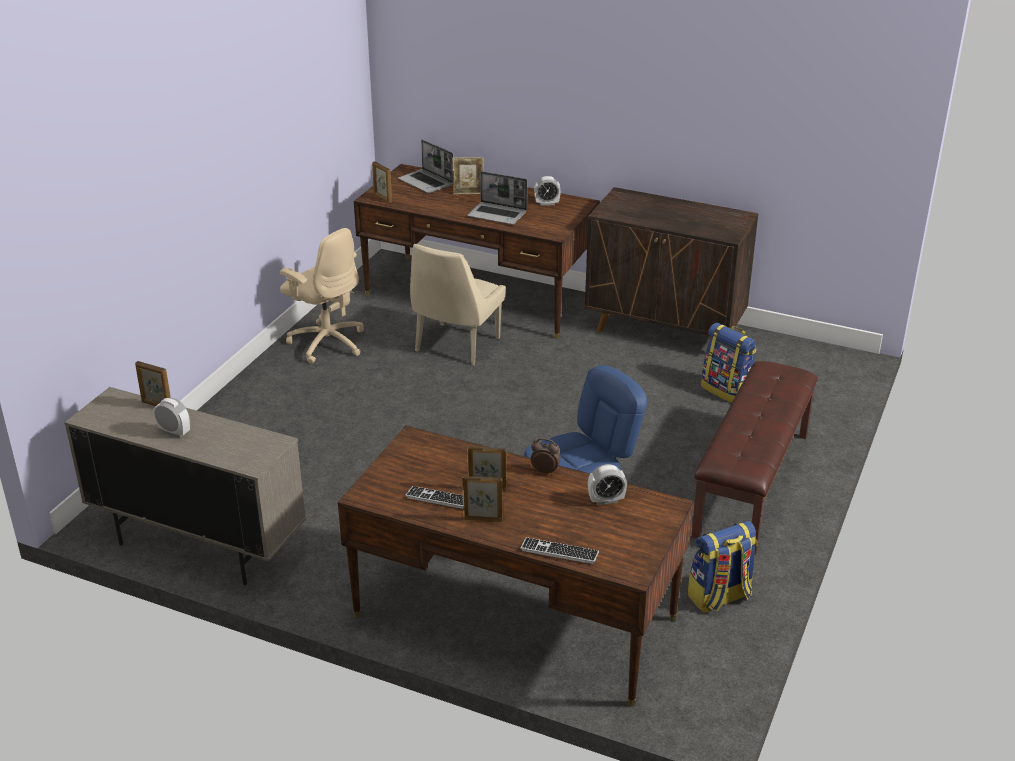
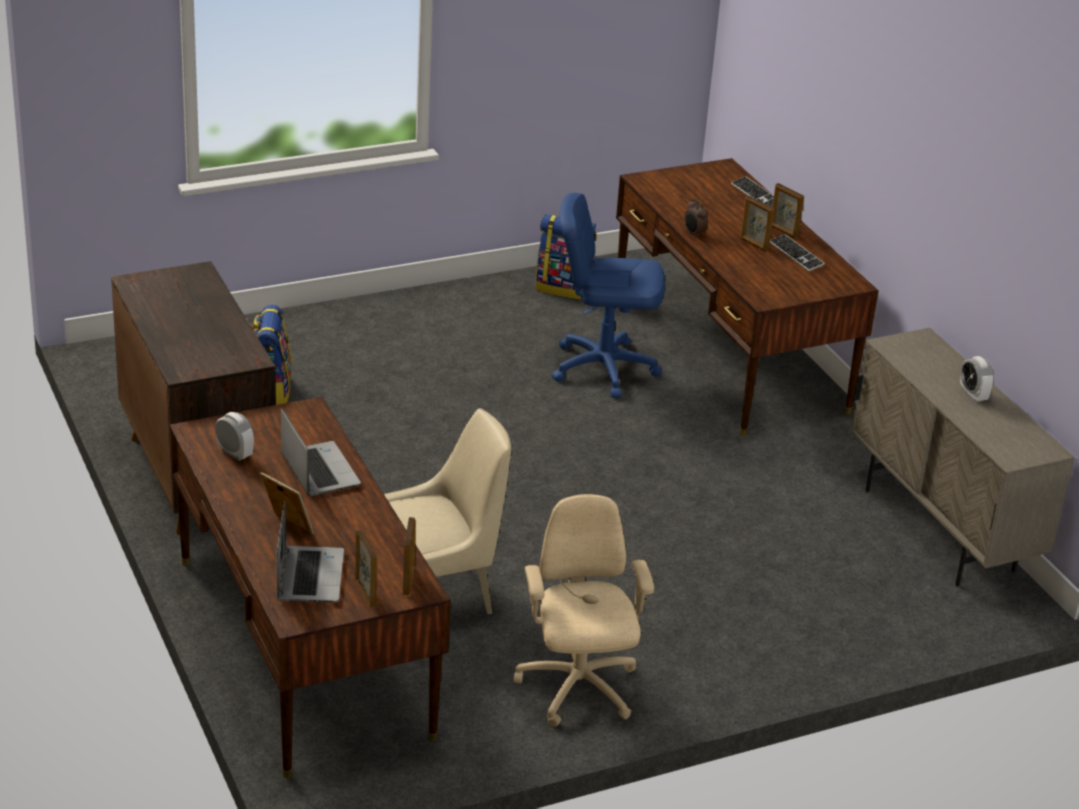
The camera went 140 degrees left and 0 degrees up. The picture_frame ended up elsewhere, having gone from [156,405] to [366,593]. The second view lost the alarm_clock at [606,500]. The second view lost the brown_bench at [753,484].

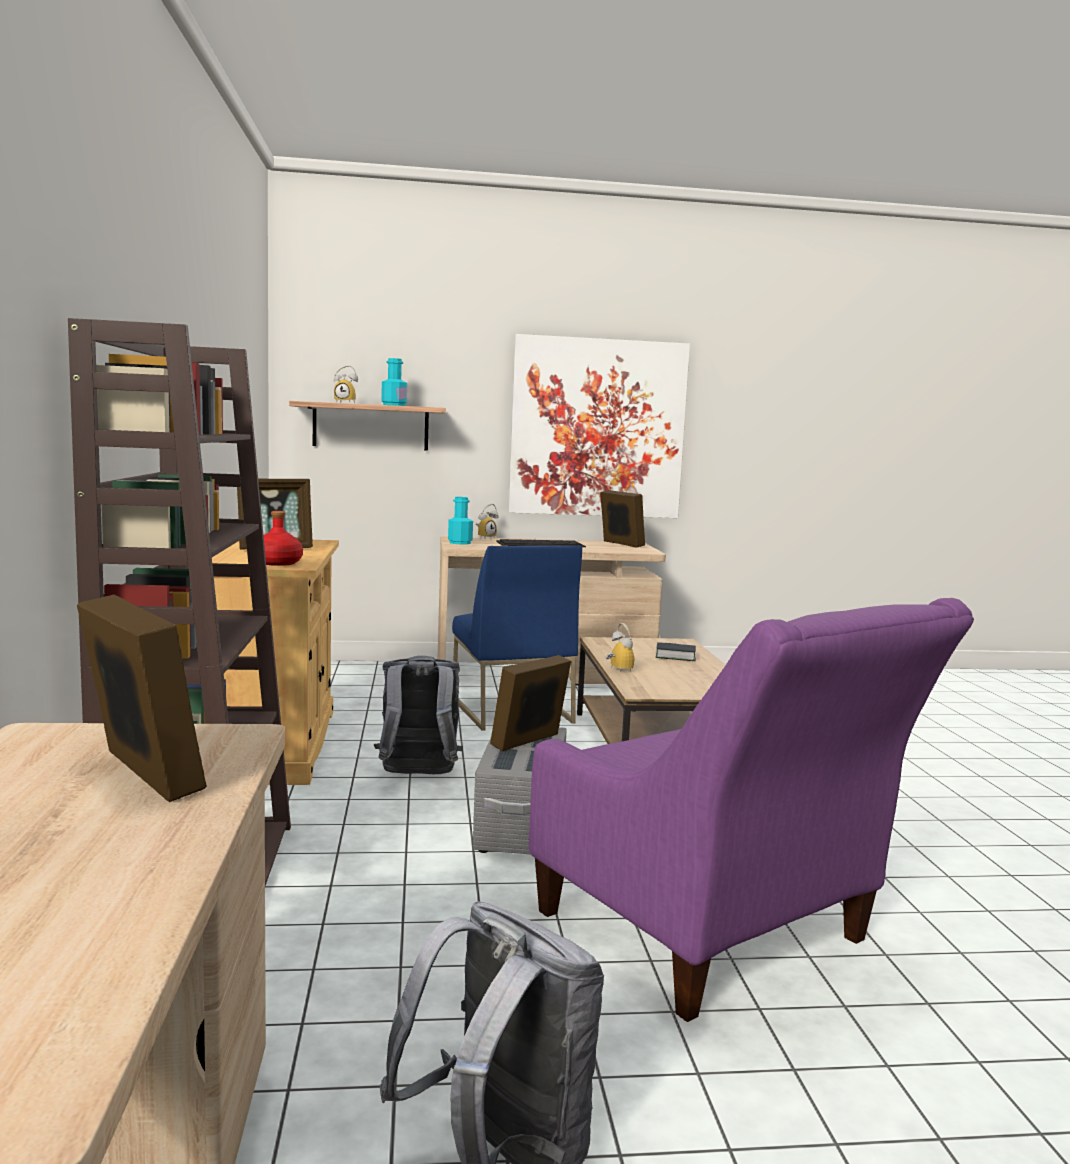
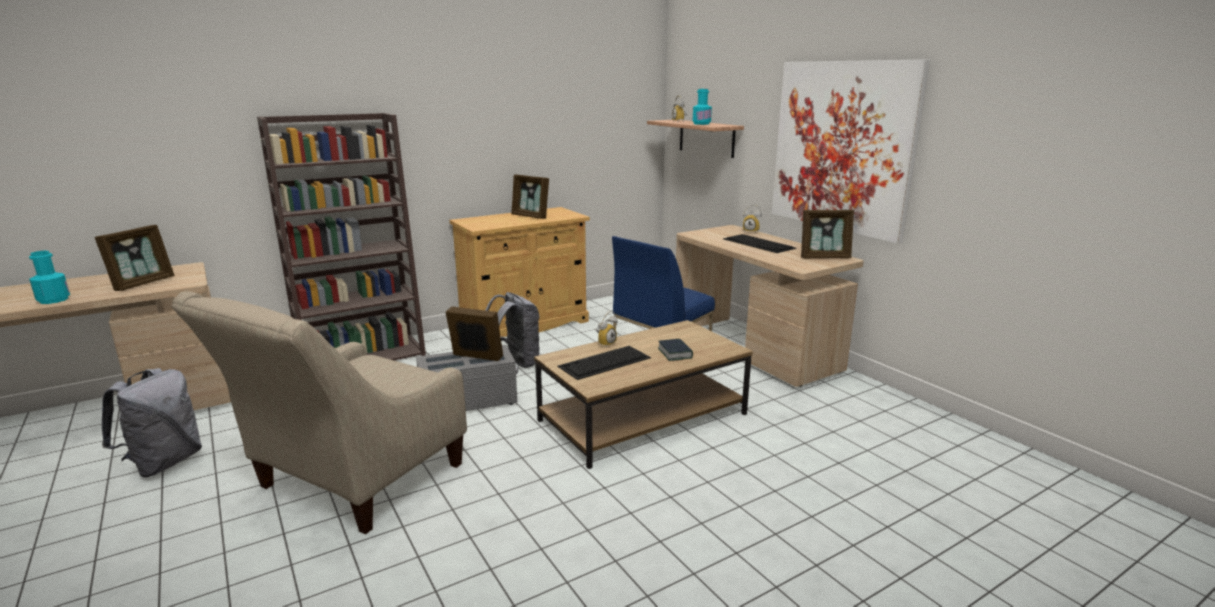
The camera went 65 degrees right and 10 degrees up. The turquoise_bottle ended up elsewhere, having gone from [460,543] to [53,300]. What was the purple_armchair at [717,938] turned into the beige_armchair at [351,483]. The second view gained the keyboard at [604,362]. The picture_frame at [620,544] ended up facing another way, 60 degrees clockwise from before. The second view lost the red_bottle at [277,563].

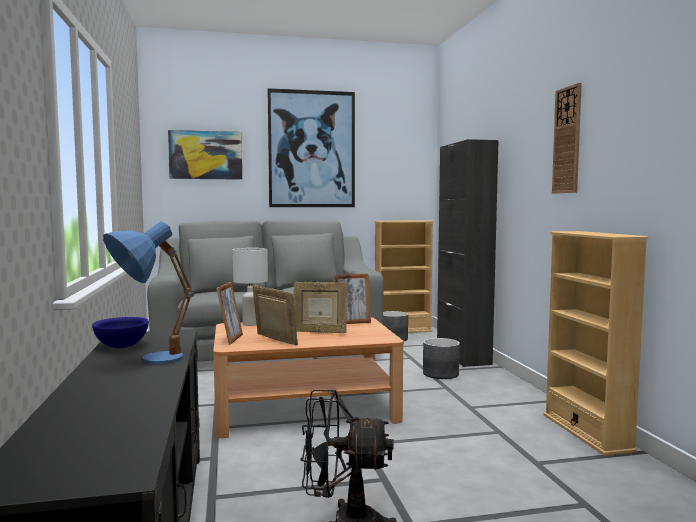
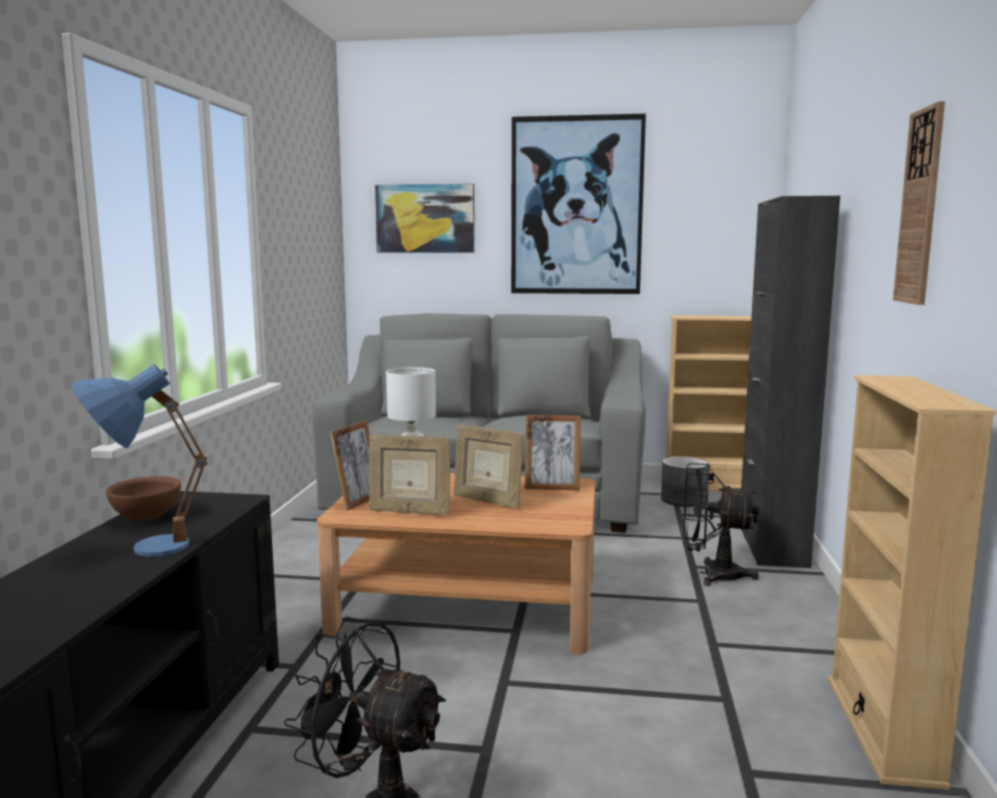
The camera went 20 degrees right and 5 degrees up. What was the blue_bowl at [122,346] turned into the brown_bowl at [147,517]. The picture_frame at [275,341] ended up facing another way, 135 degrees clockwise from before. Where the grey_planter stood at [441,374], the black_fan came to stand at [711,574].

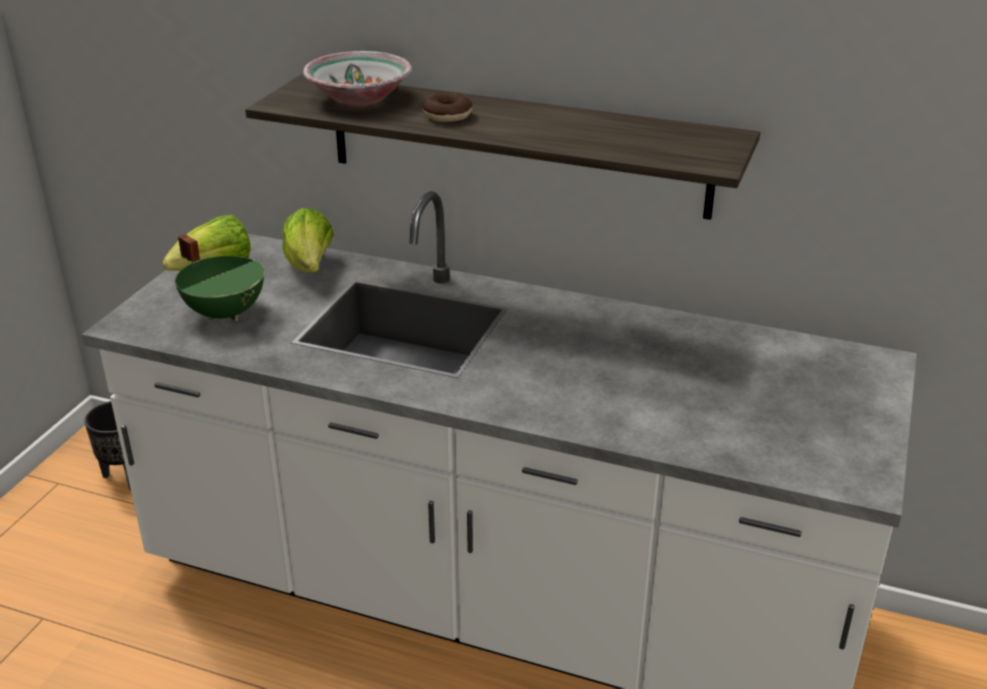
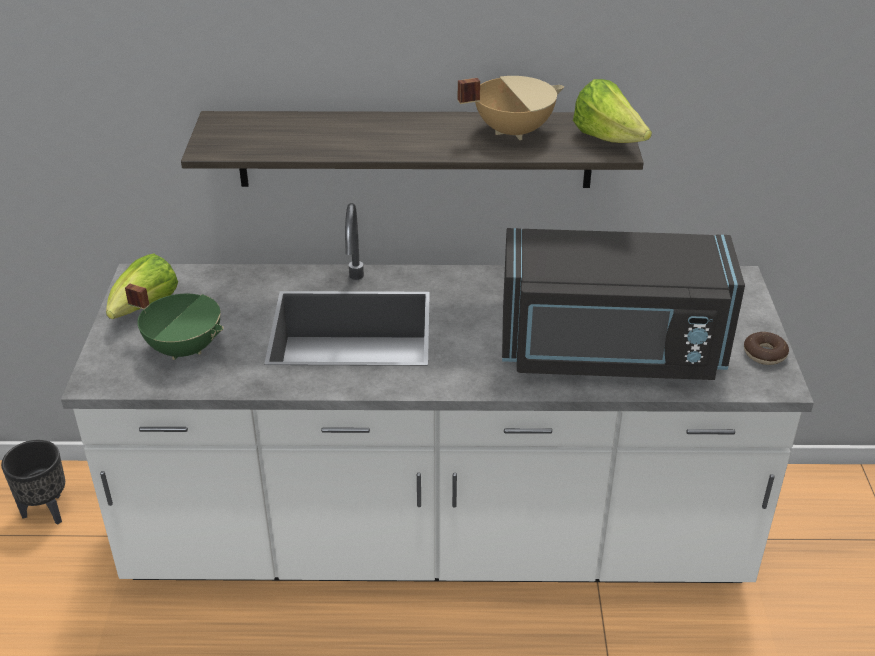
The camera went 20 degrees left and 5 degrees up. The second view gained the beige_cooking_pot at [512,131]. The second view gained the black_microwave at [611,352]. The lettuce ended up elsewhere, having gone from [310,267] to [608,139]. The donut ended up elsewhere, having gone from [447,115] to [764,354]. The second view lost the bowl at [359,98].

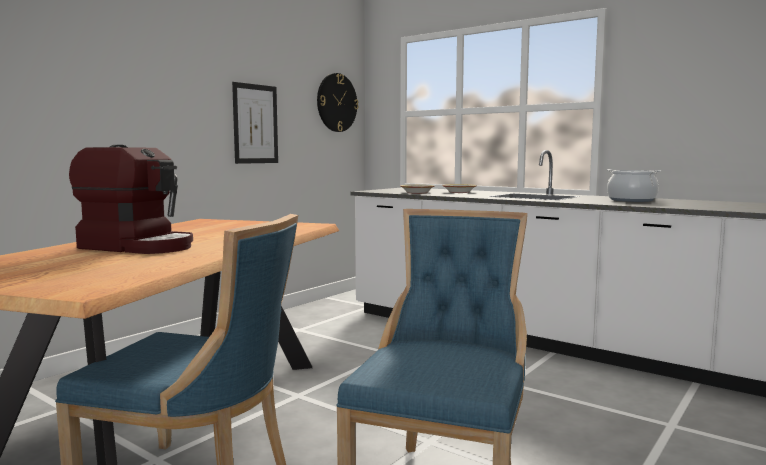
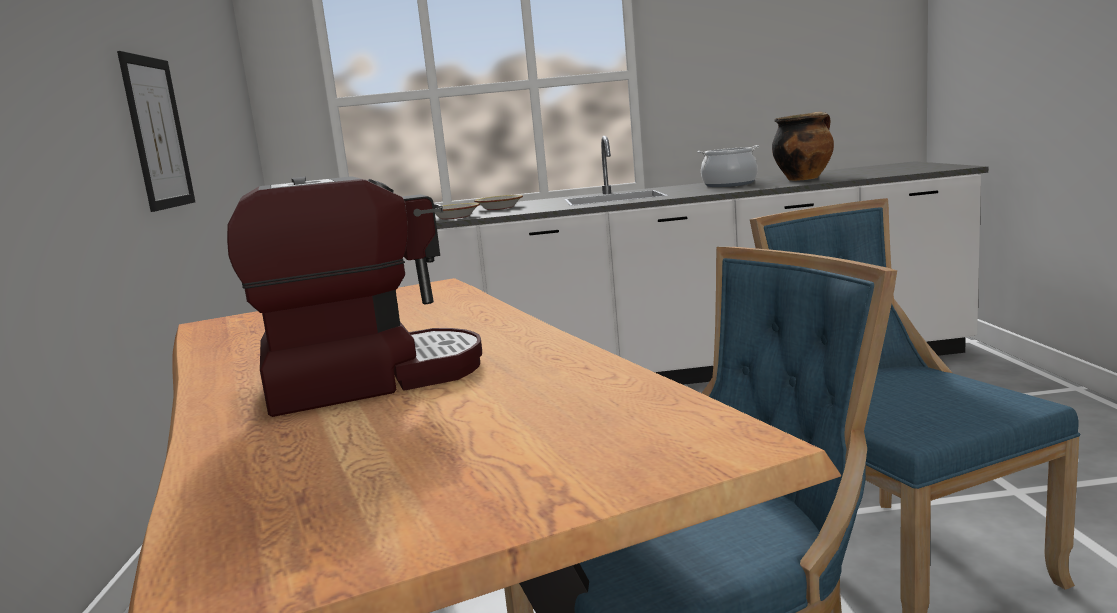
The camera went 40 degrees left and 5 degrees up. The second view gained the cooking_pot at [803,178]. The second view lost the wall_clock at [336,102].

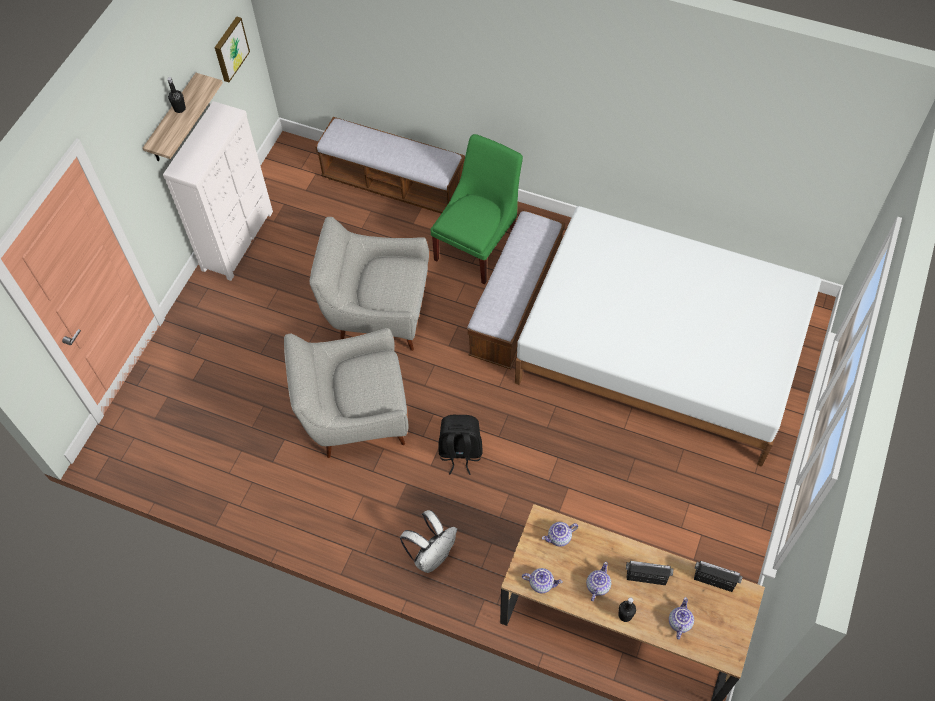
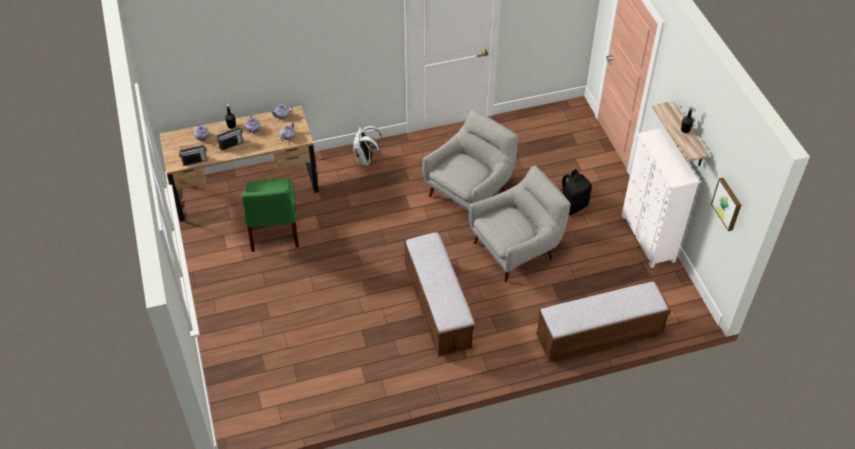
The camera went 140 degrees right and 10 degrees down. The green_chair ended up elsewhere, having gone from [479,245] to [273,232]. The black_backpack ended up elsewhere, having gone from [460,453] to [572,205]. The second view lost the white_bed at [660,352].

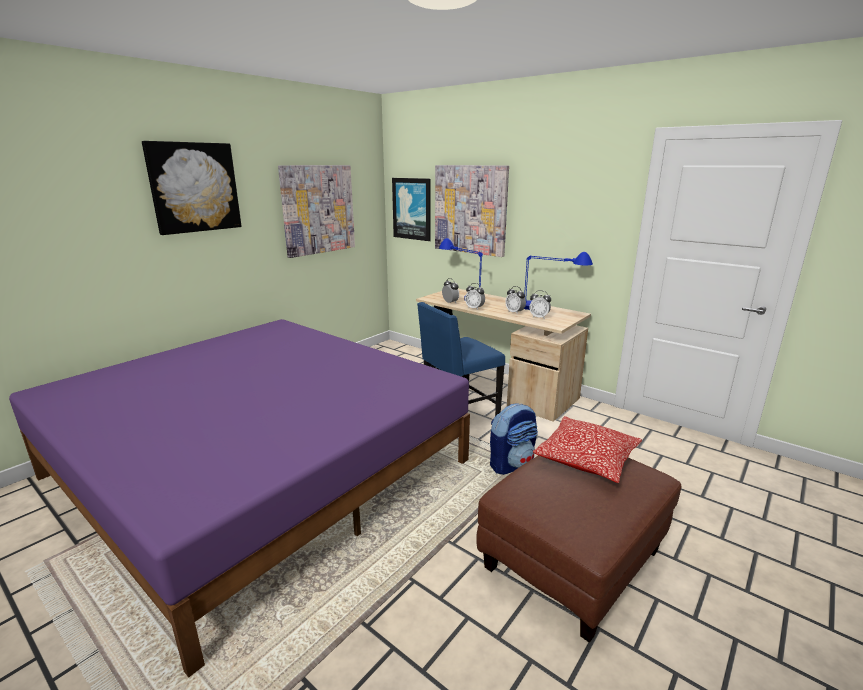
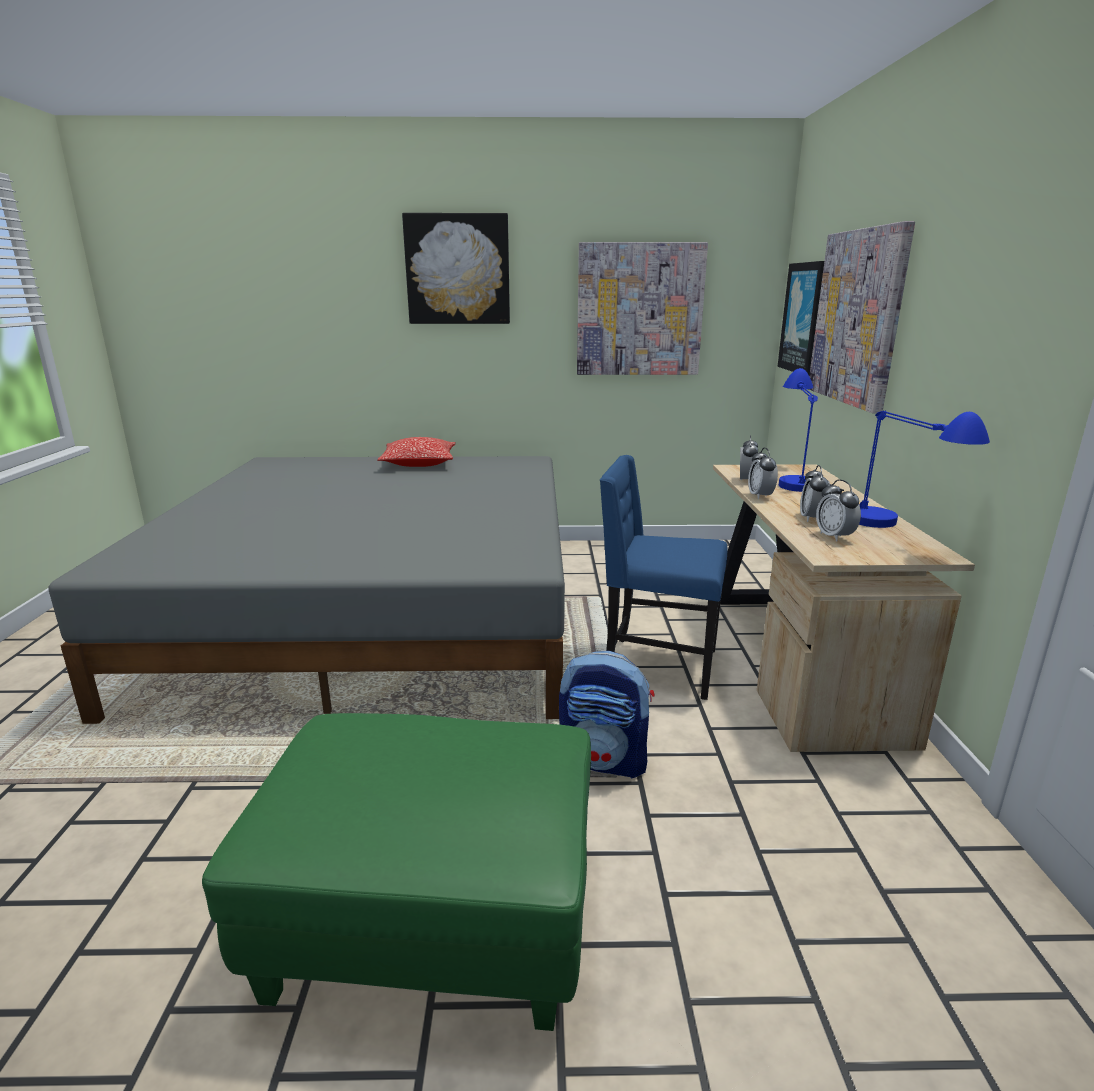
The camera went 50 degrees right and 0 degrees up. What was the purple_bed at [259,468] turned into the grey_bed at [379,610]. What was the brown_ottoman at [572,560] turned into the green_ottoman at [433,918]. The pillow ended up elsewhere, having gone from [586,459] to [419,463].

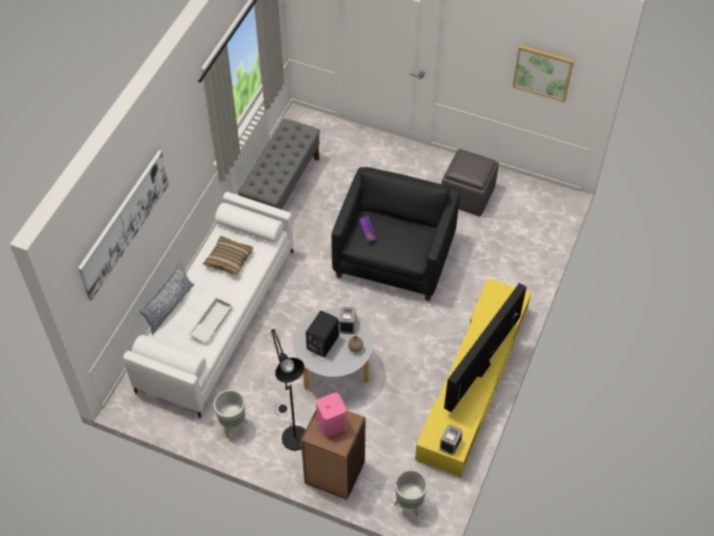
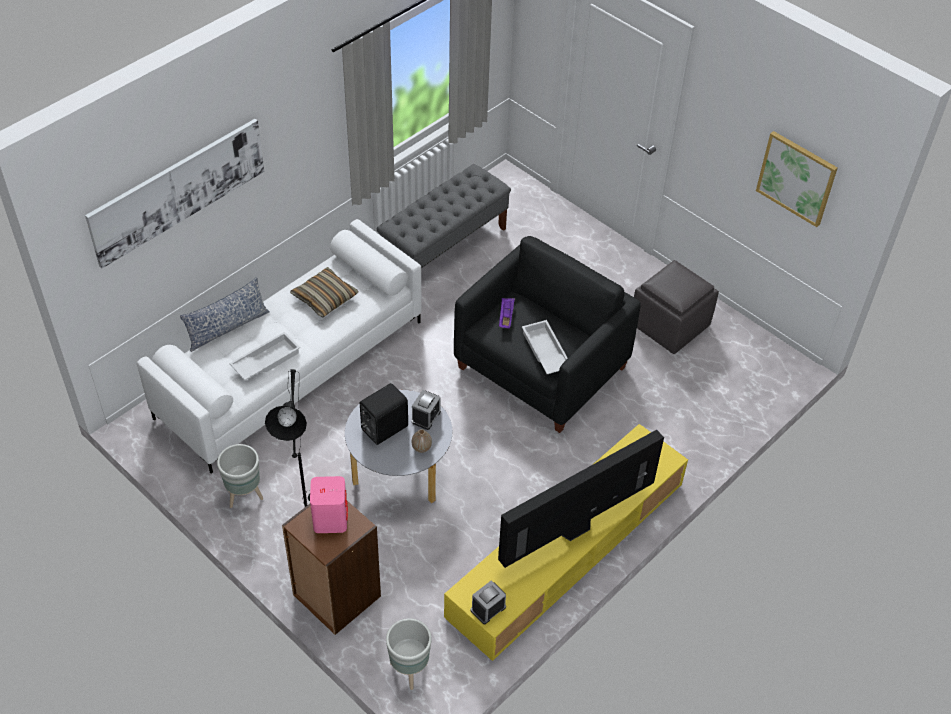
The camera went 20 degrees right and 5 degrees down. The second view gained the white_tray at [544,352].

